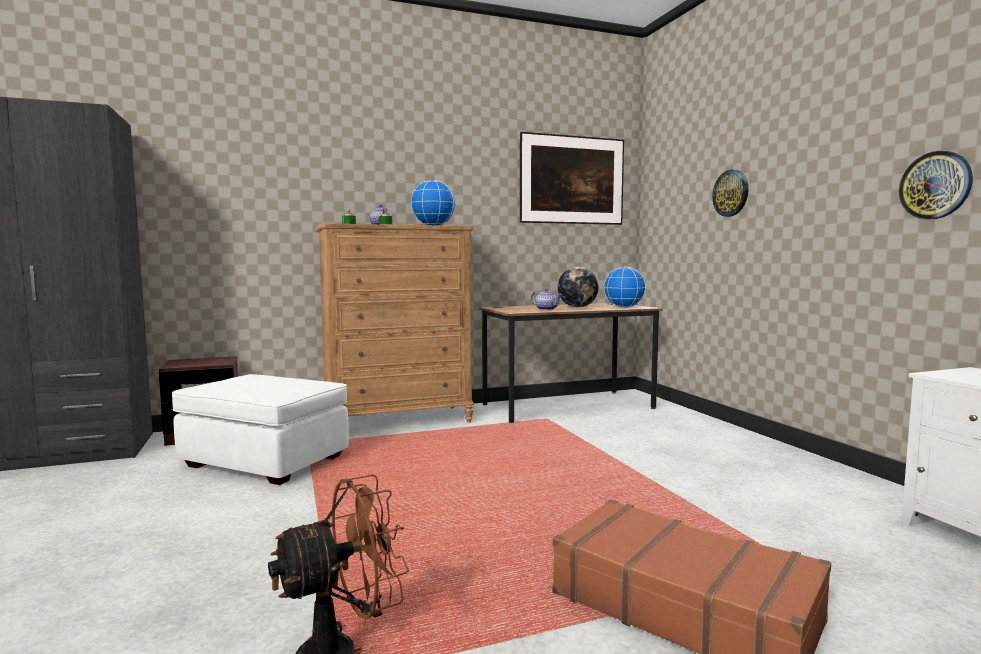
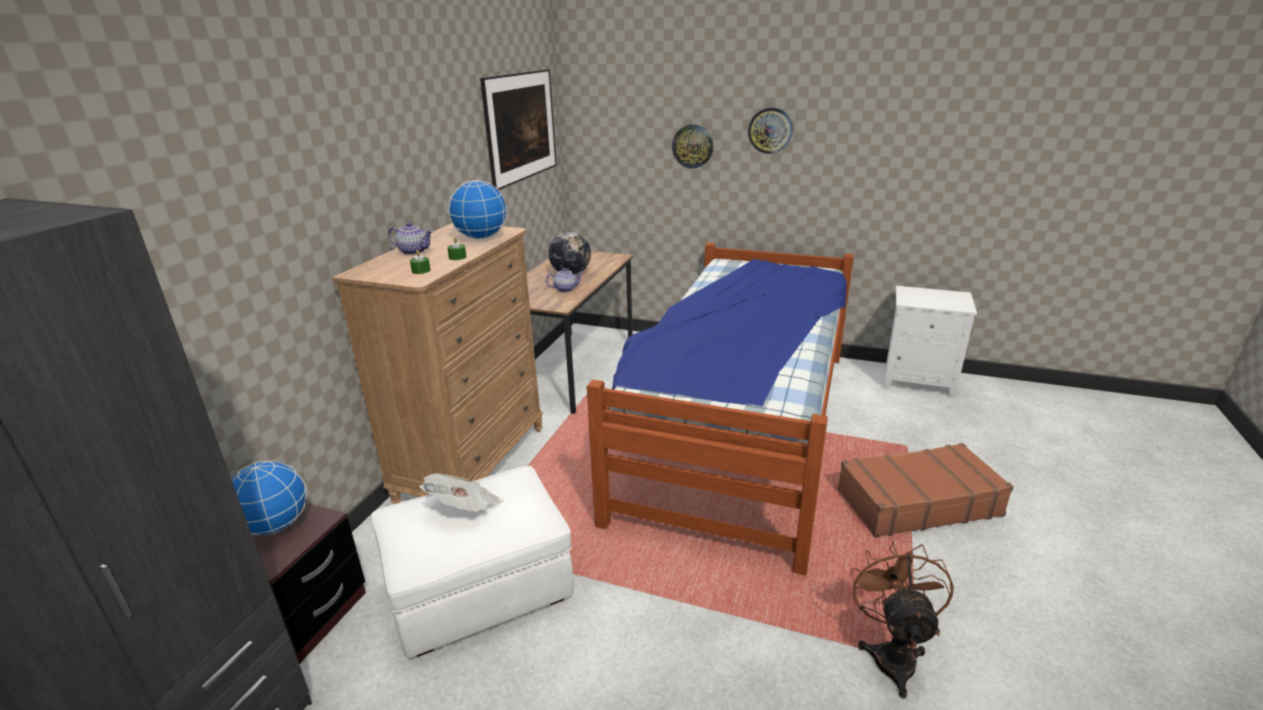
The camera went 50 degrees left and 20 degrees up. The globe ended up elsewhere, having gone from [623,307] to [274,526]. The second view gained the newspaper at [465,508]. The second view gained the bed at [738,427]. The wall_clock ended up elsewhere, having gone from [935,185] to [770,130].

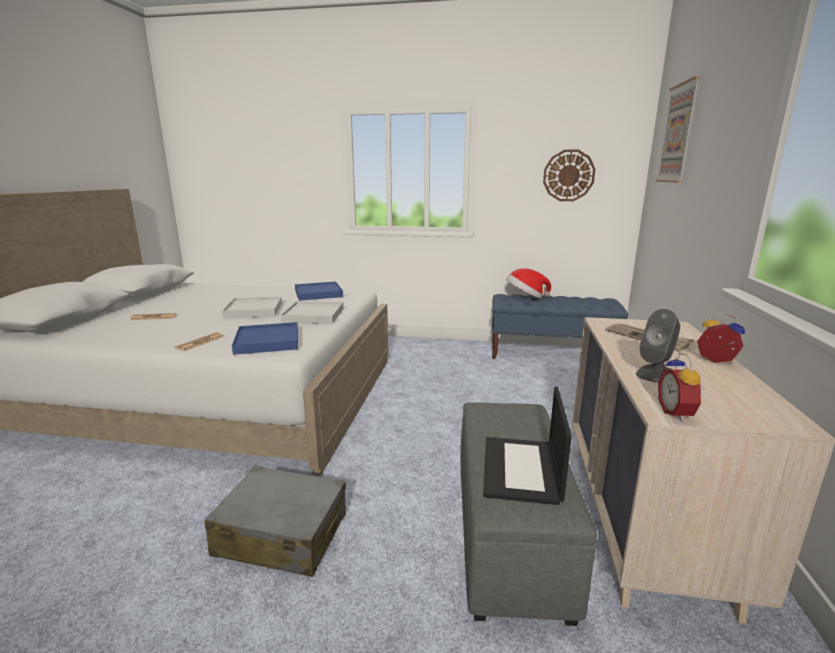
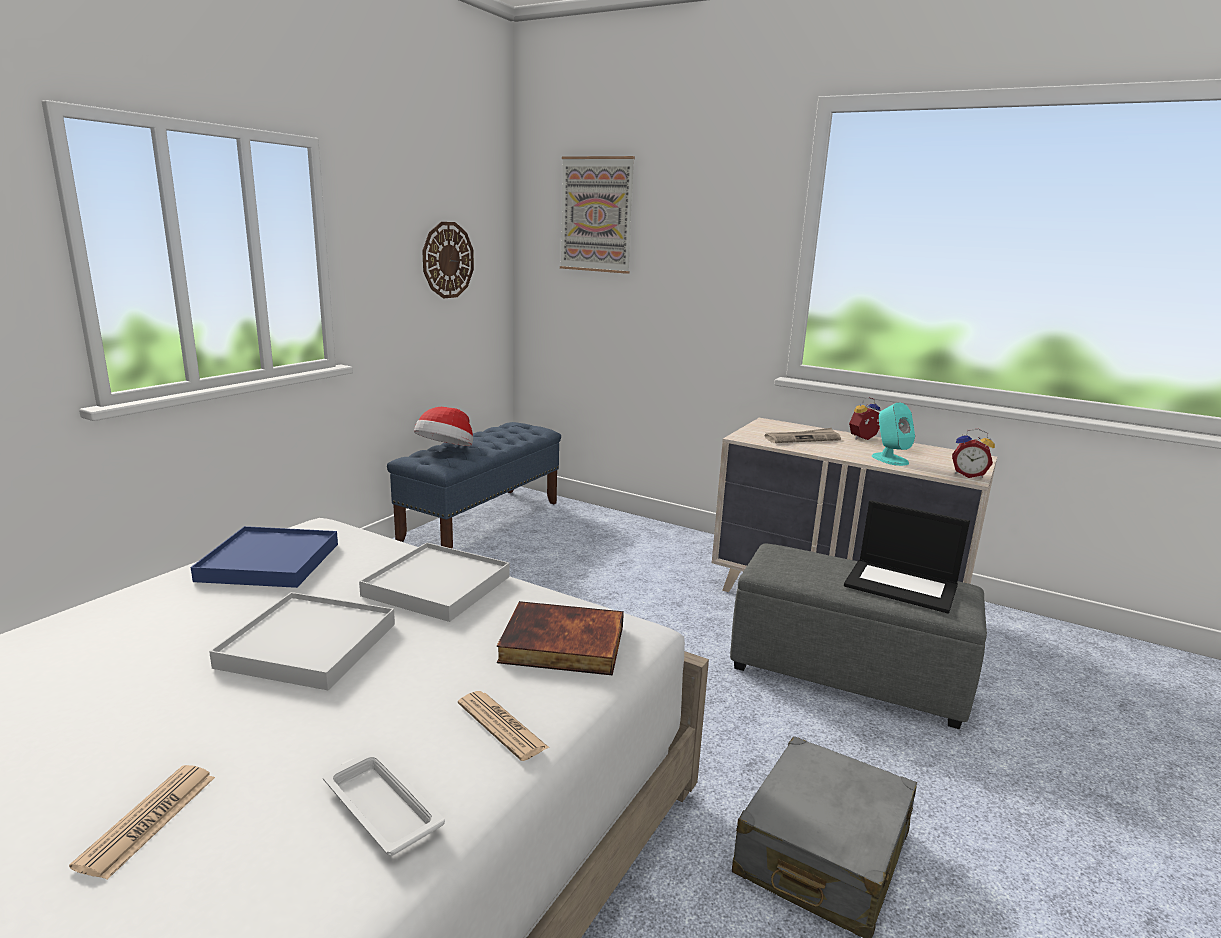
The camera went 70 degrees left and 0 degrees up. The second view gained the white_tray at [380,807]. Where the blue_tray stood at [267,341], the book came to stand at [561,645]. What was the grey_speaker at [655,373] turned into the turquoise_speaker at [889,459].

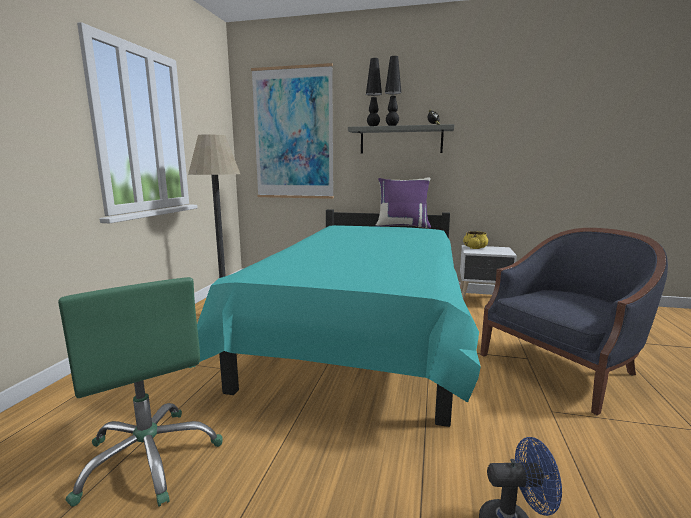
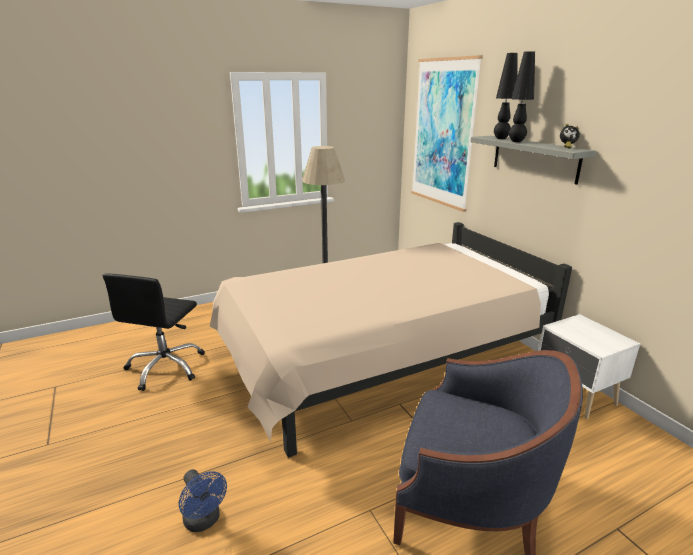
The camera went 50 degrees right and 10 degrees up. What was the green_office_chair at [150,458] turned into the black_office_chair at [166,367]. What was the turquoise_bed at [363,333] turned into the beige_bed at [380,361]. The second view lost the purple_pillow at [402,226]. The second view lost the yellow_bowl at [475,248].

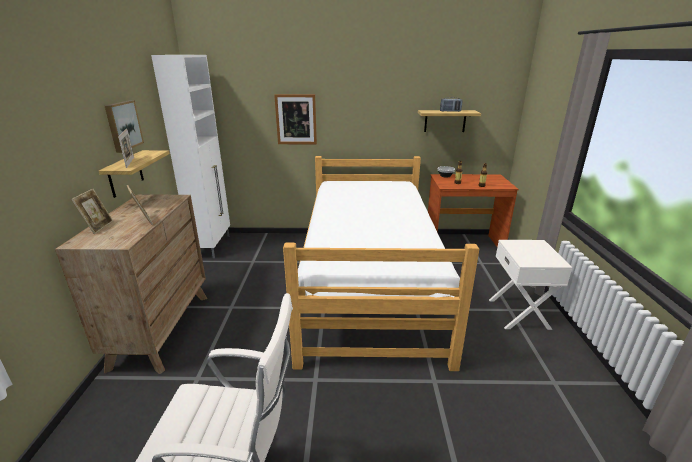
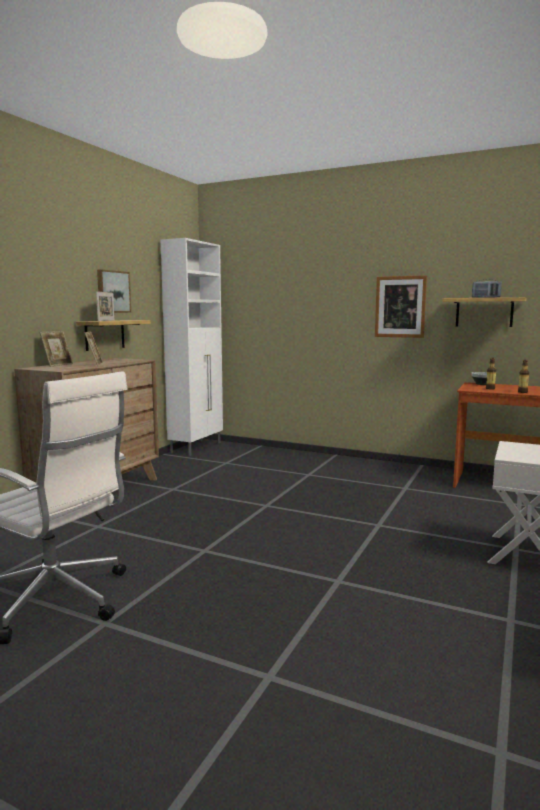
The camera went 25 degrees right and 15 degrees down. The picture ended up elsewhere, having gone from [296,119] to [400,307]. The second view lost the bed at [370,283].

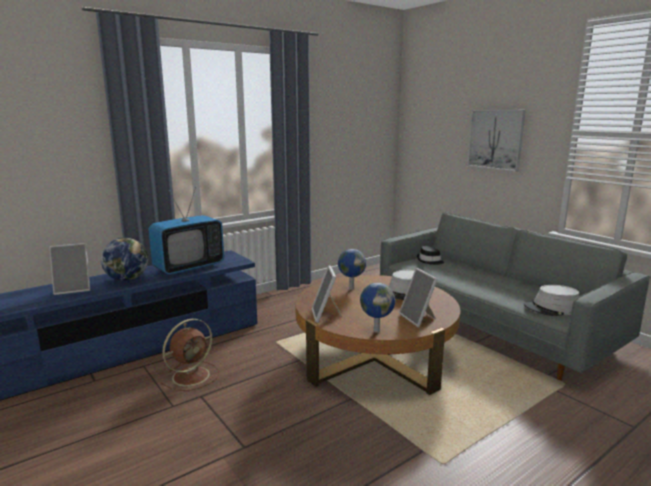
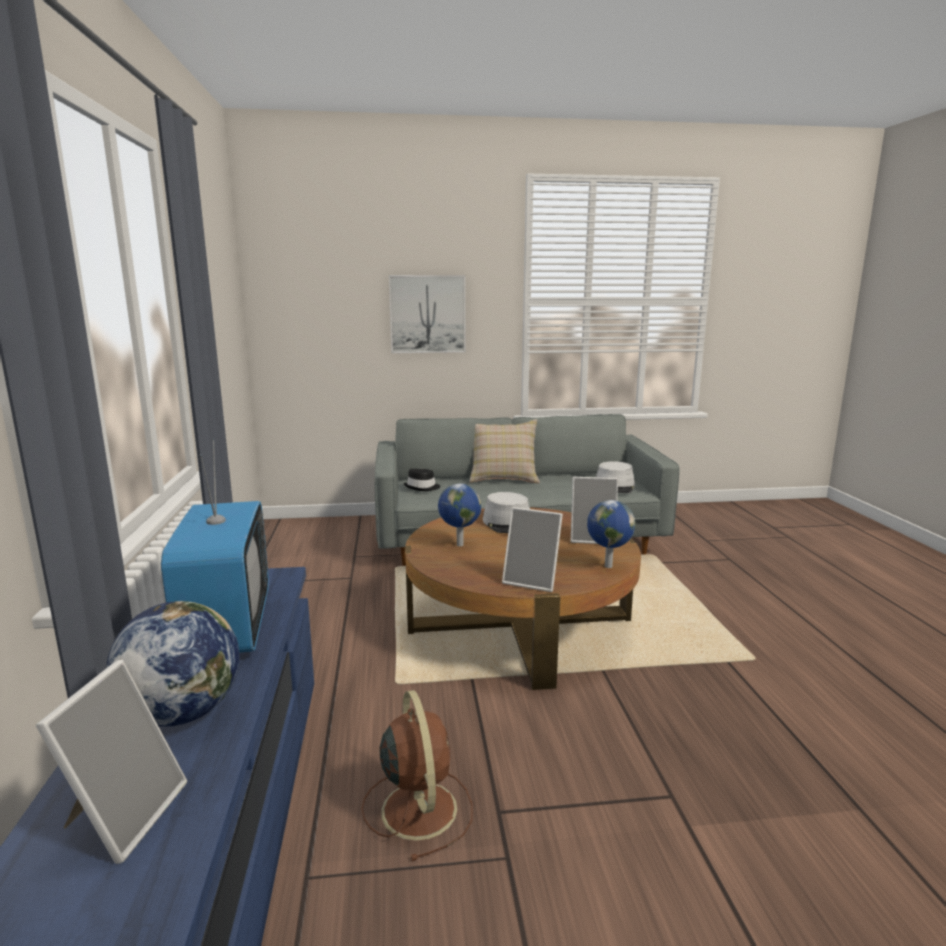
The camera went 60 degrees left and 0 degrees up. The second view gained the beige_pillow at [503,478].

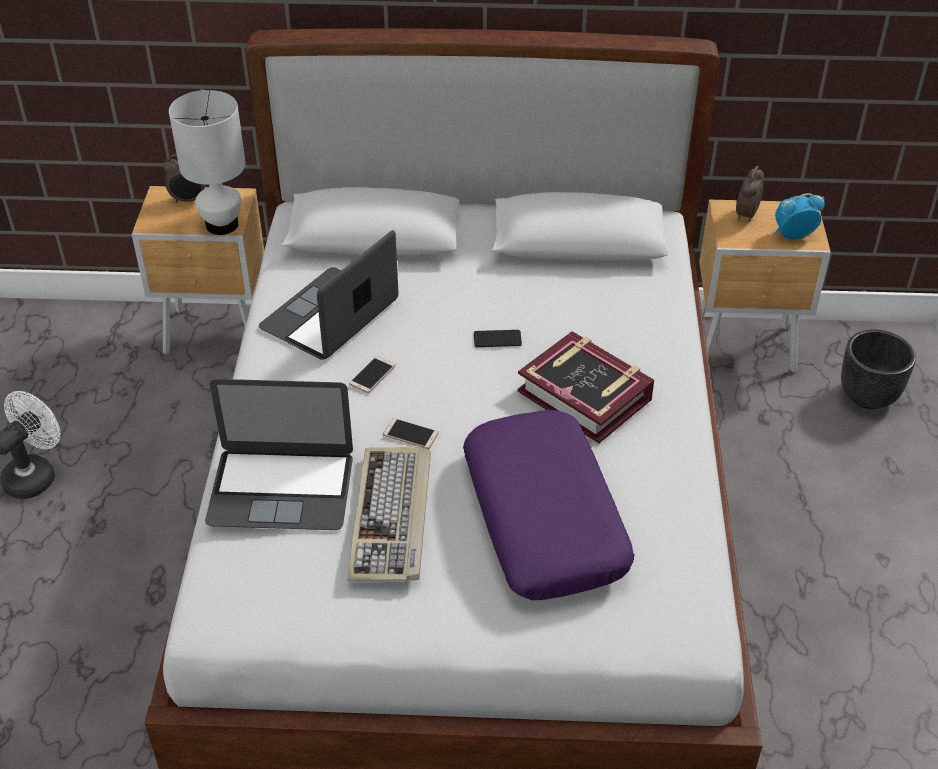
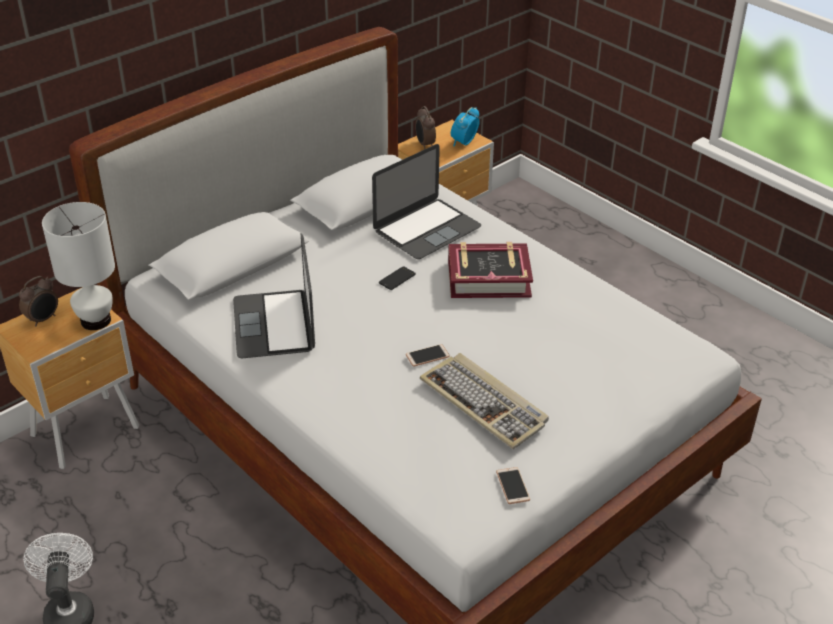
The camera went 45 degrees left and 5 degrees down. The laptop ended up elsewhere, having gone from [281,489] to [427,229]. The phone ended up elsewhere, having gone from [372,375] to [512,486]. The second view lost the purple_pillow at [545,518]. The second view lost the black_planter at [868,396].

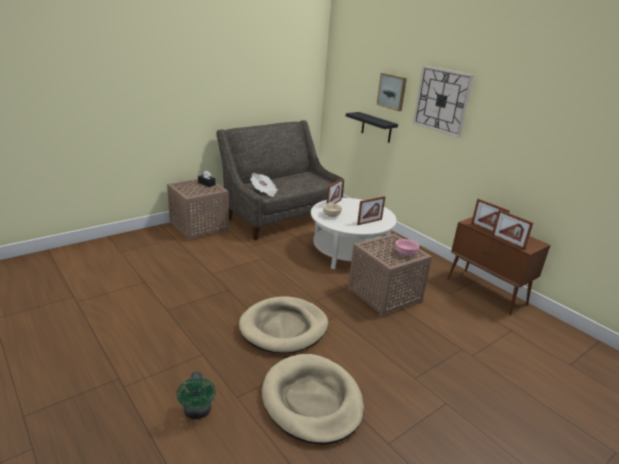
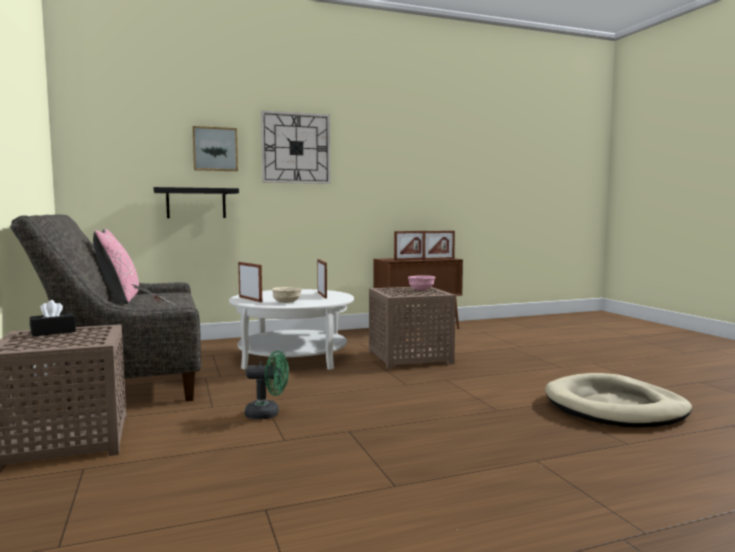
The camera went 70 degrees left and 20 degrees down. The second view gained the pink_pillow at [119,299]. The green_fan ended up elsewhere, having gone from [197,413] to [268,414]. The second view lost the beige_dog_bed at [284,328].

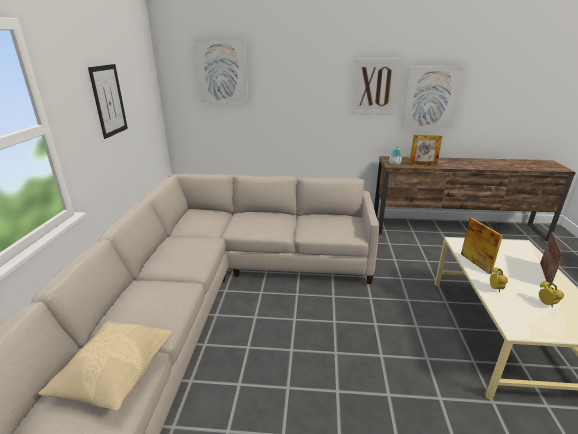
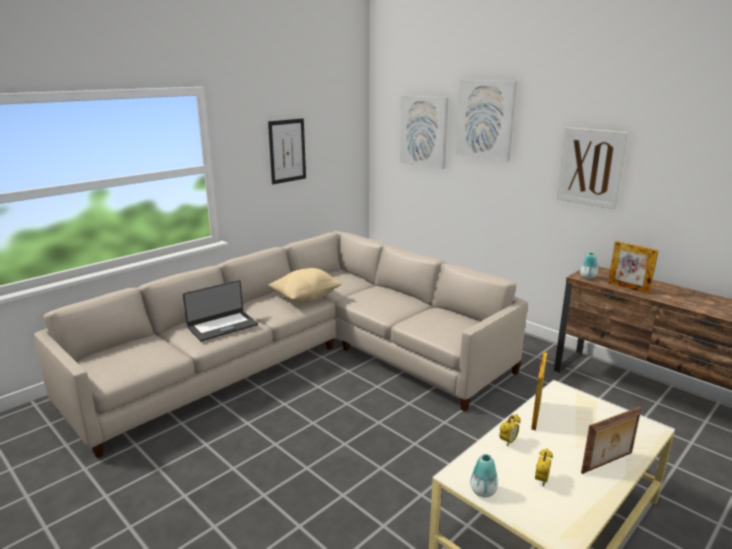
The camera went 40 degrees right and 5 degrees down. The second view gained the laptop at [222,326]. The beige_pillow ended up elsewhere, having gone from [117,377] to [306,298]. The picture ended up elsewhere, having gone from [430,98] to [486,119]. The second view gained the vase at [483,491].

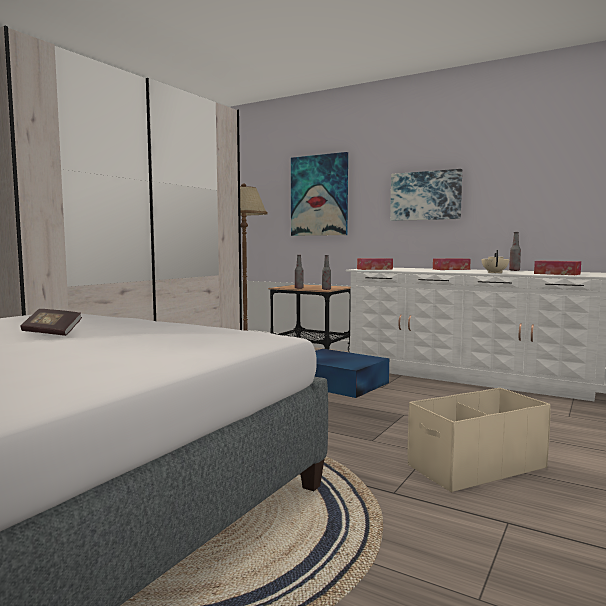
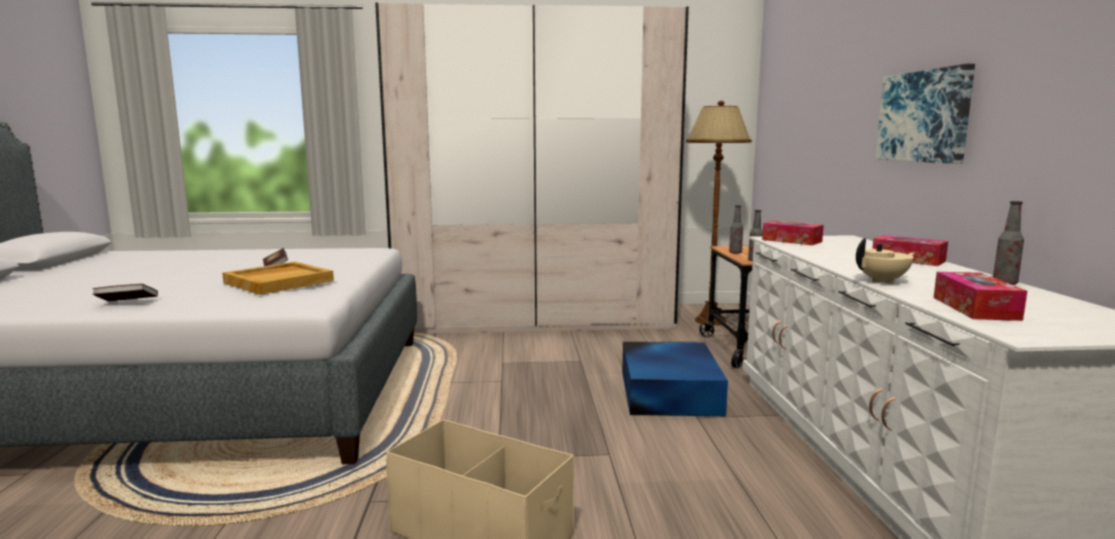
The camera went 55 degrees right and 5 degrees up. The second view gained the book at [127,303]. The second view gained the beige_tray at [279,281]. The second view lost the picture at [319,195].

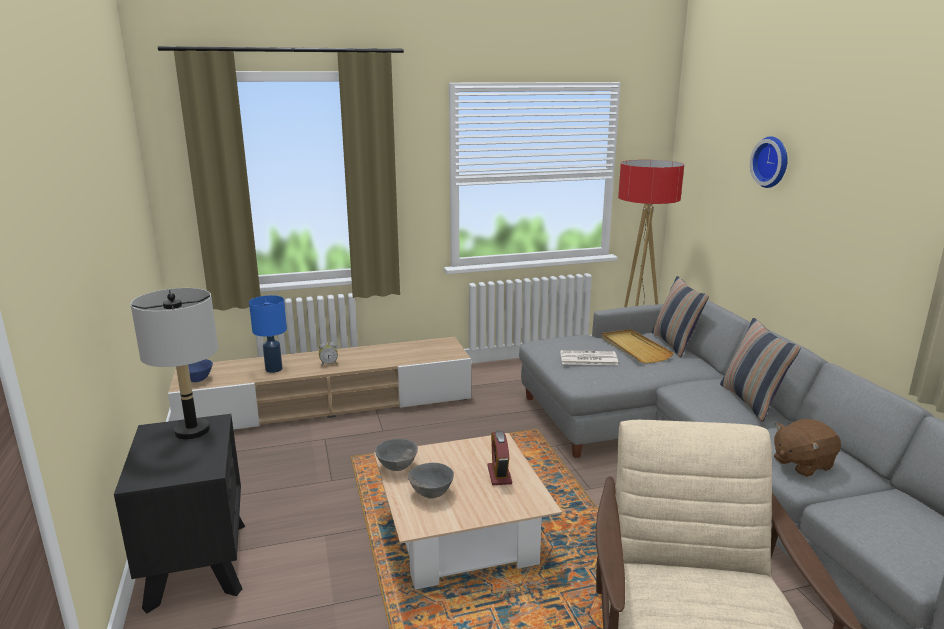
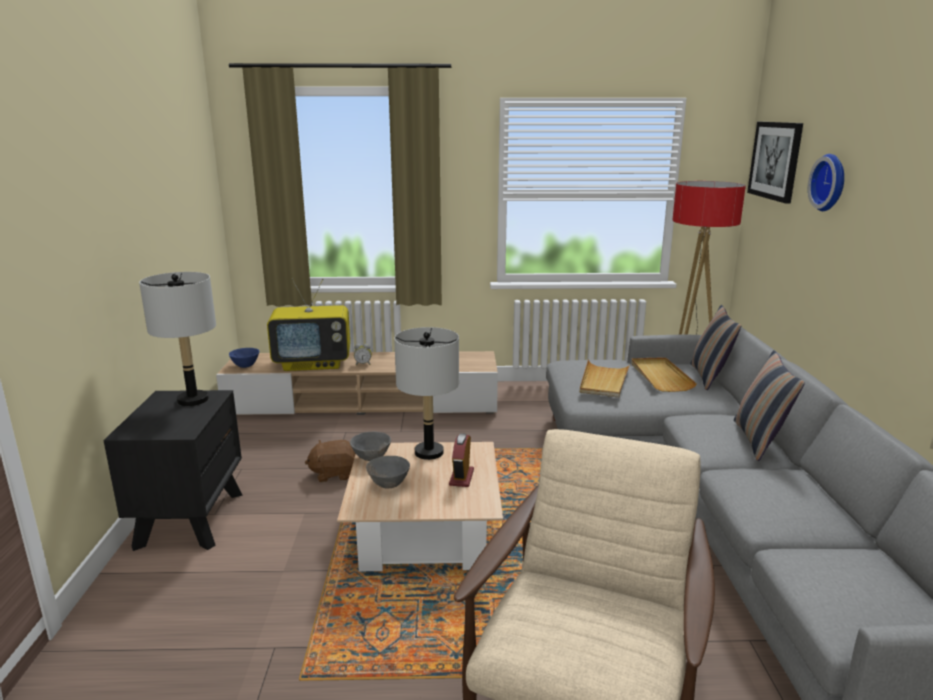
The camera went 15 degrees right and 0 degrees up. Where the blue_table_lamp stood at [274,369], the television came to stand at [313,363]. The brown_plush_toy ended up elsewhere, having gone from [801,463] to [334,474]. The second view gained the grey_table_lamp at [428,452]. Where the newspaper stood at [587,359], the beige_tray came to stand at [603,381]. The second view gained the picture at [775,160].

